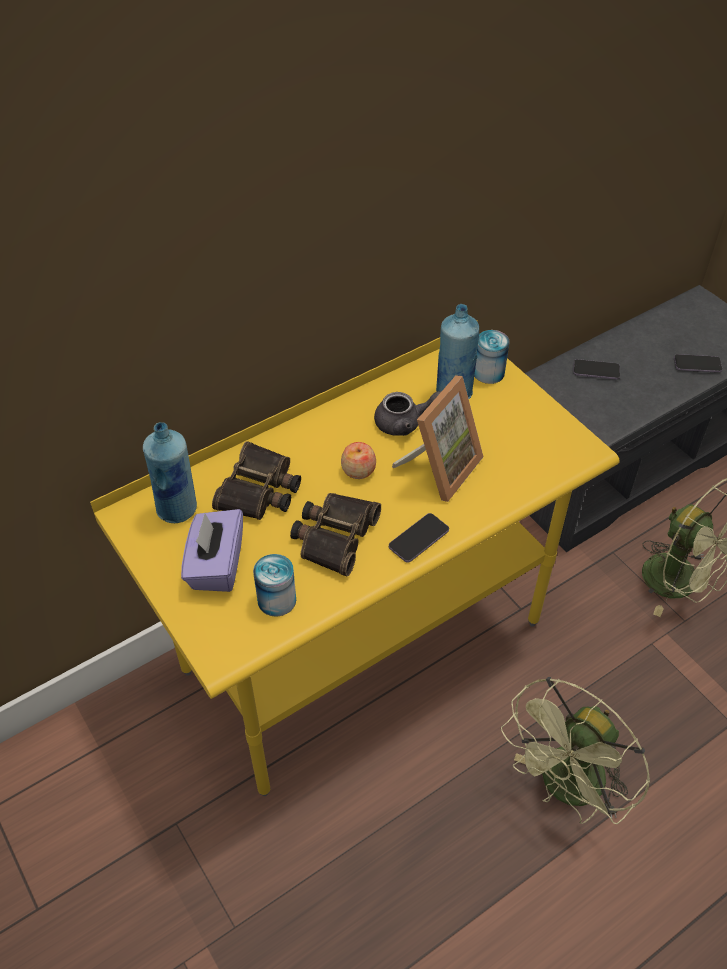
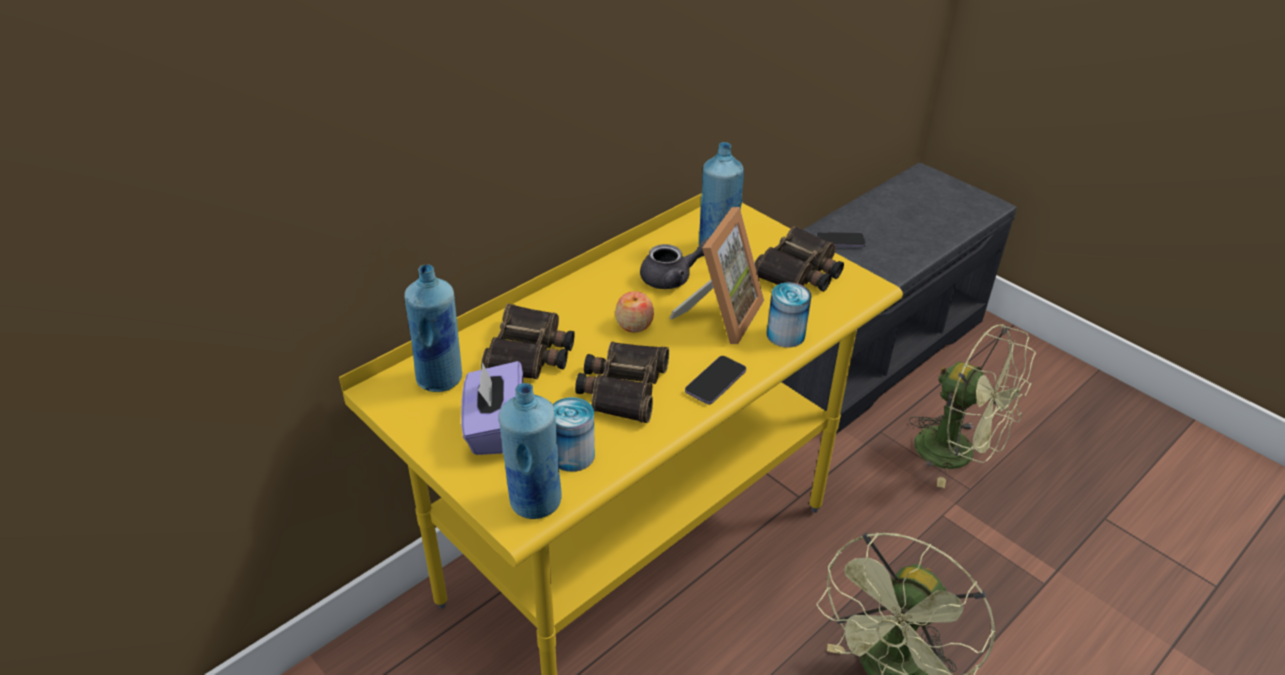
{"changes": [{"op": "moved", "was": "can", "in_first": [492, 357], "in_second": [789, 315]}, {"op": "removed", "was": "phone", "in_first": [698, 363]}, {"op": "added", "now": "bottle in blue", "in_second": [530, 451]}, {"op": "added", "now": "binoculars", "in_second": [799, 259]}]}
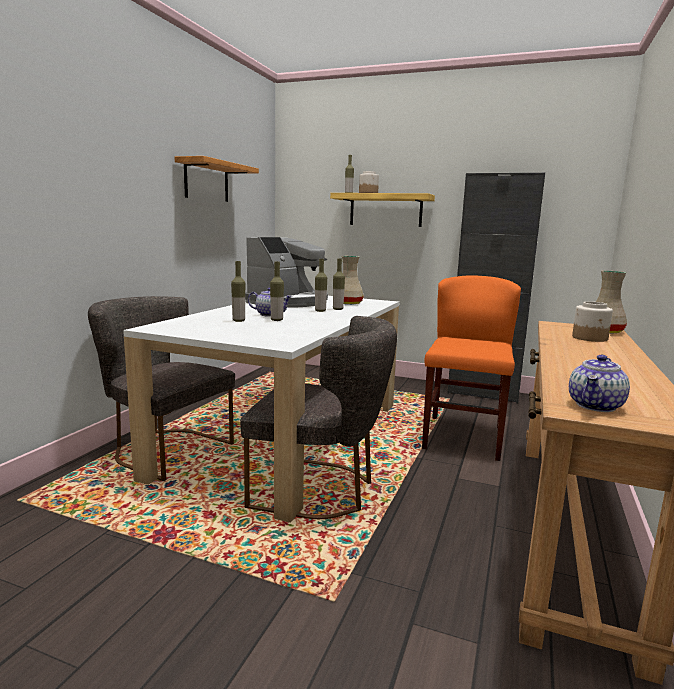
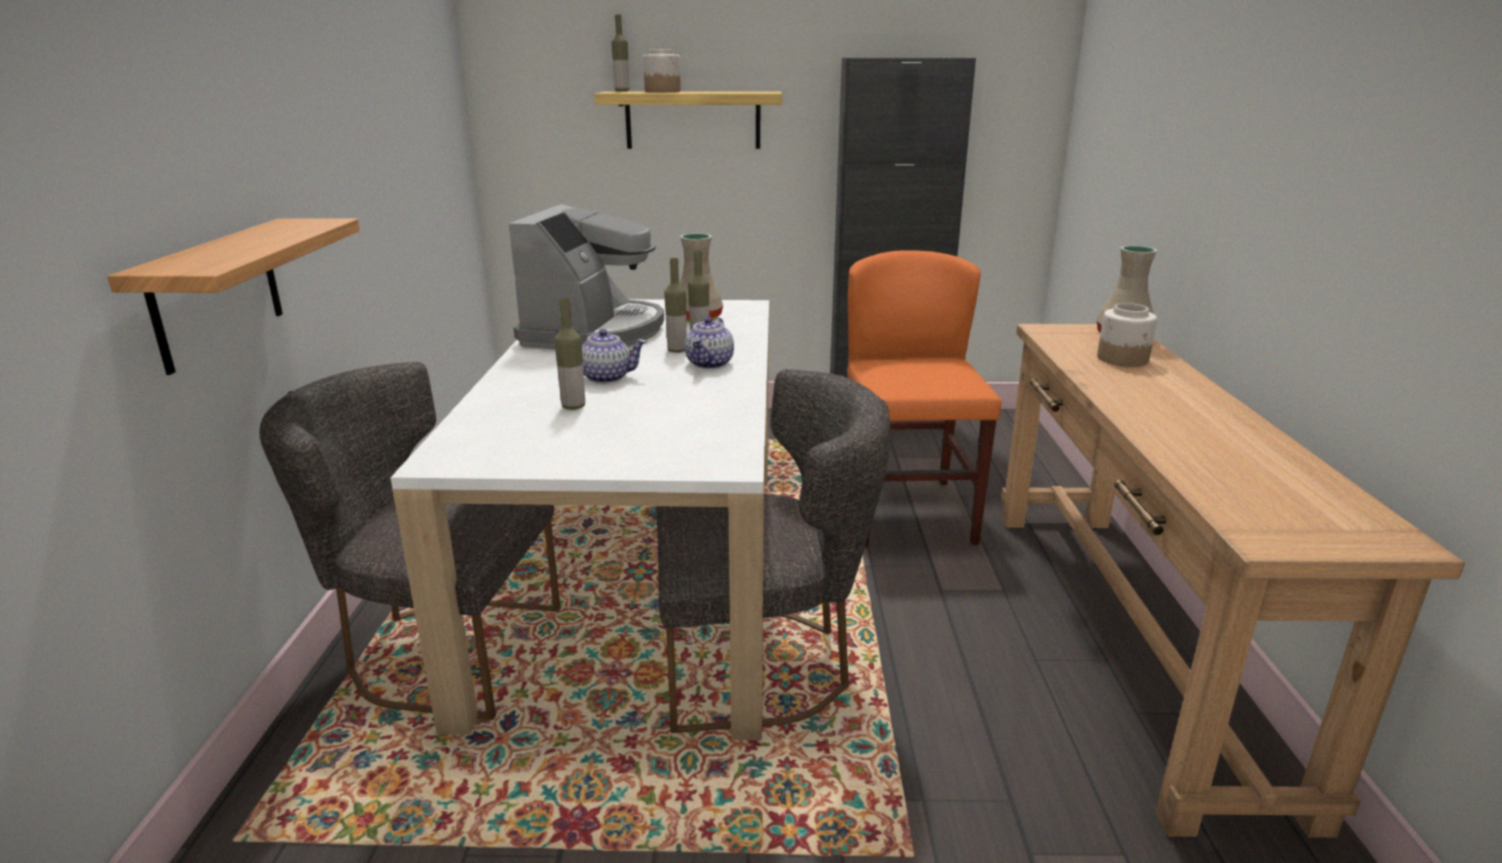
{"changes": [{"op": "moved", "was": "shelf", "in_first": [216, 179], "in_second": [233, 296]}, {"op": "removed", "was": "bottle", "in_first": [277, 291]}, {"op": "moved", "was": "teapot", "in_first": [599, 383], "in_second": [709, 343]}]}
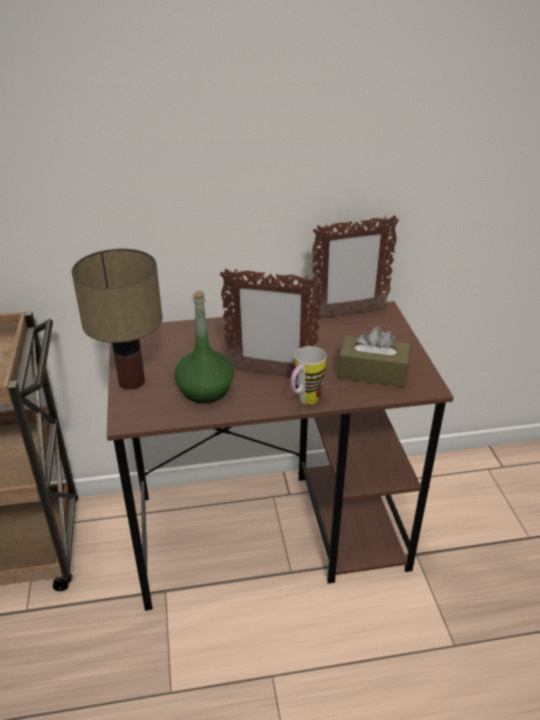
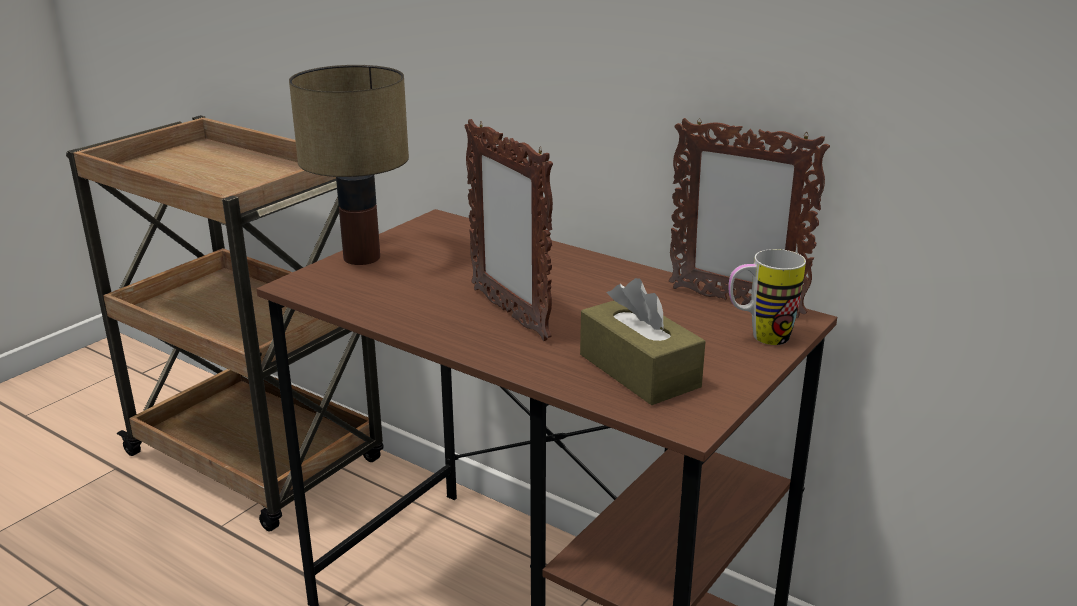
{"changes": [{"op": "removed", "was": "bottle in green", "in_first": [204, 347]}, {"op": "moved", "was": "mug", "in_first": [308, 375], "in_second": [767, 297]}]}
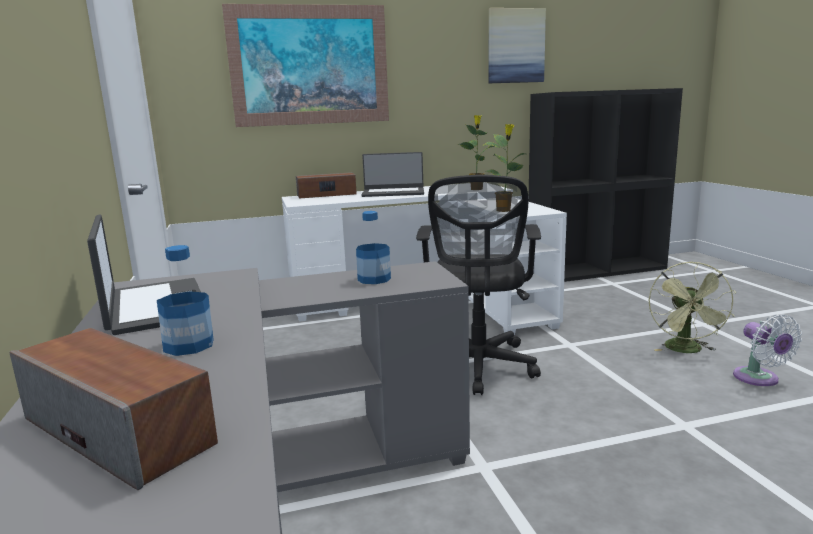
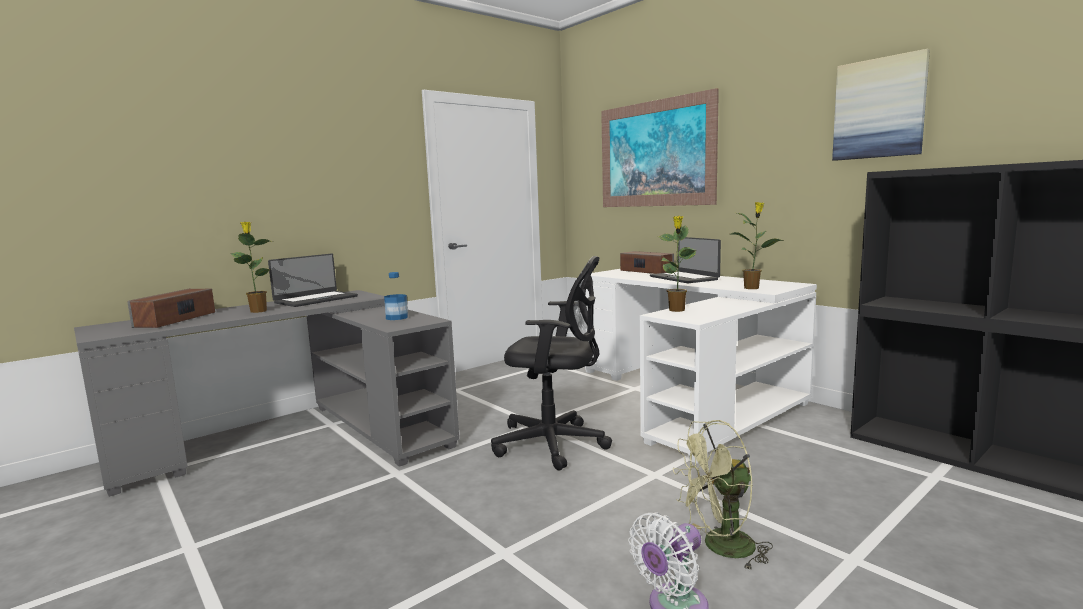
{"changes": [{"op": "replaced", "was": "bottle", "now": "potted plant", "in_first": [185, 300], "in_second": [252, 267]}, {"op": "turned", "was": "office chair in black", "in_first": [478, 285], "in_second": [551, 363], "clockwise": -150}]}
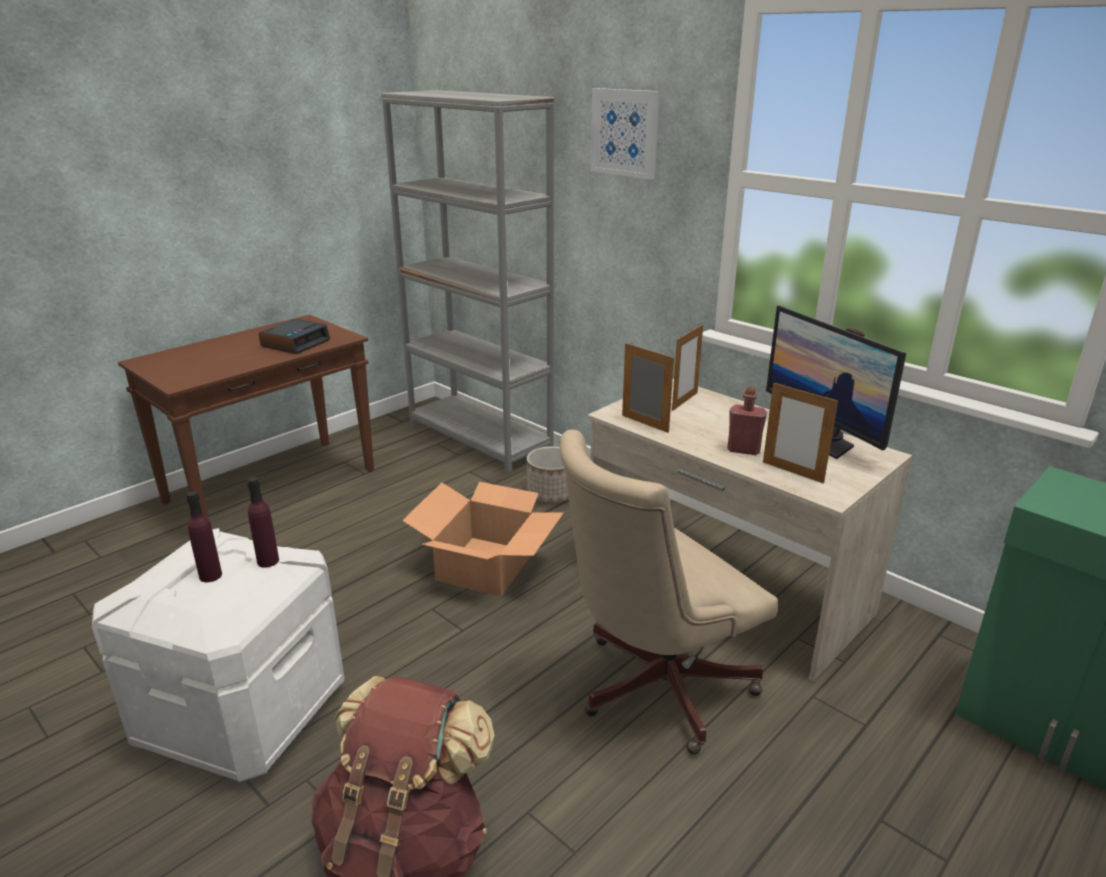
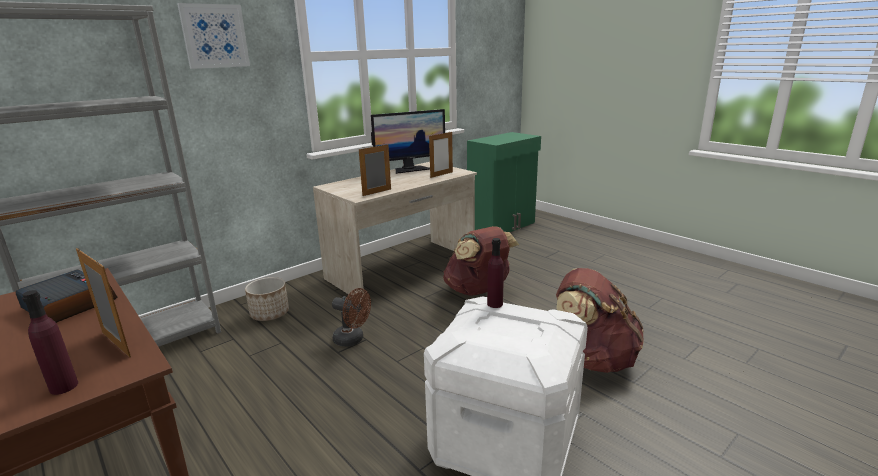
{"changes": [{"op": "moved", "was": "bottle in purple", "in_first": [204, 536], "in_second": [50, 342]}, {"op": "replaced", "was": "cardboard box", "now": "fan in brown", "in_first": [483, 539], "in_second": [351, 317]}, {"op": "replaced", "was": "office chair in beige", "now": "backpack in brown", "in_first": [668, 592], "in_second": [481, 261]}, {"op": "moved", "was": "picture frame", "in_first": [687, 367], "in_second": [103, 303]}, {"op": "removed", "was": "bottle in red", "in_first": [747, 421]}]}
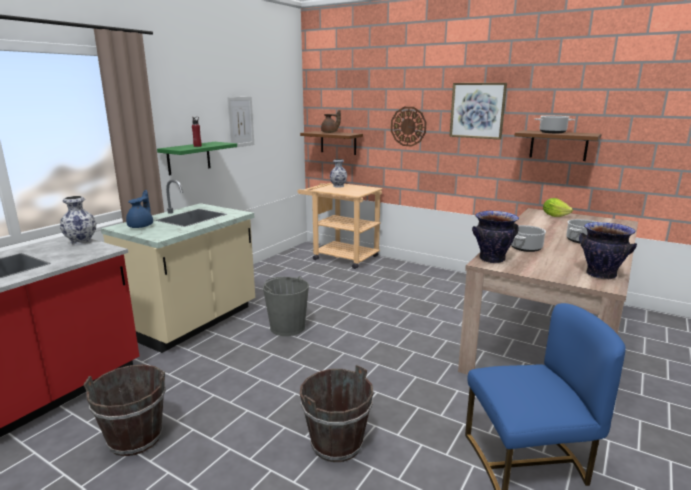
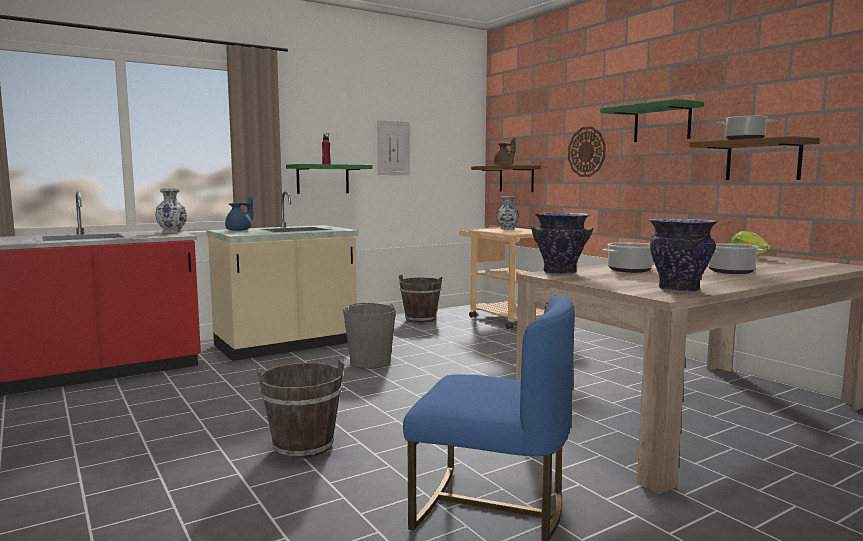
{"changes": [{"op": "moved", "was": "bucket in brown", "in_first": [124, 410], "in_second": [421, 298]}, {"op": "replaced", "was": "picture", "now": "shelf in green", "in_first": [478, 111], "in_second": [652, 120]}]}
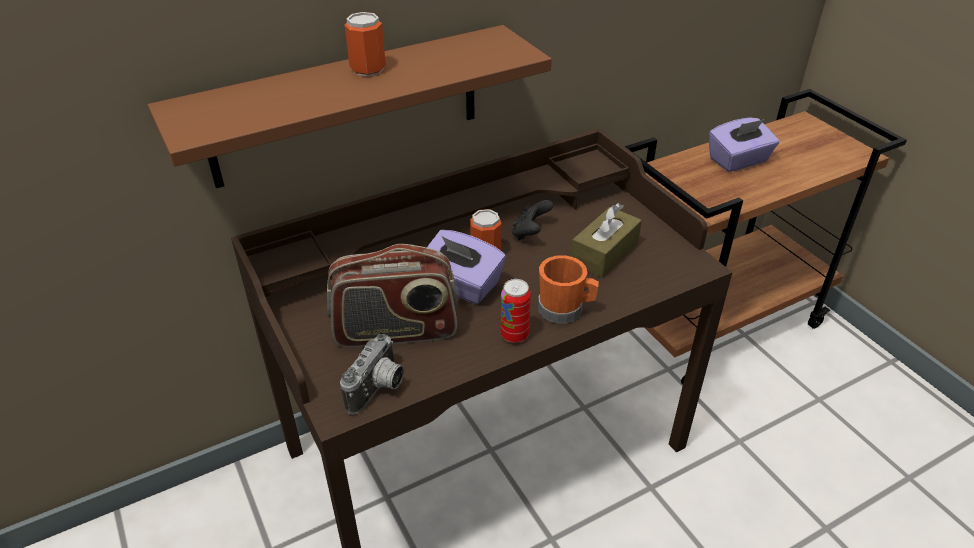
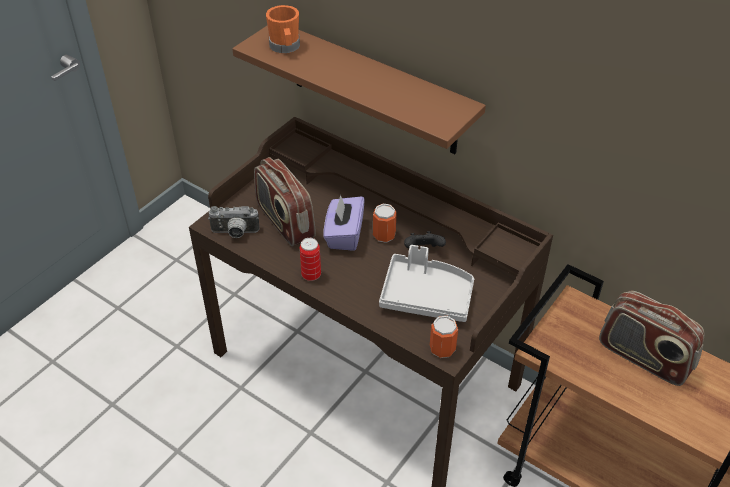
{"changes": [{"op": "moved", "was": "can", "in_first": [365, 44], "in_second": [444, 337]}, {"op": "moved", "was": "mug in orange", "in_first": [568, 289], "in_second": [283, 29]}, {"op": "replaced", "was": "tissue box in brown", "now": "tray in grey", "in_first": [606, 240], "in_second": [426, 283]}, {"op": "replaced", "was": "tissue box in purple", "now": "radio", "in_first": [744, 144], "in_second": [651, 338]}]}
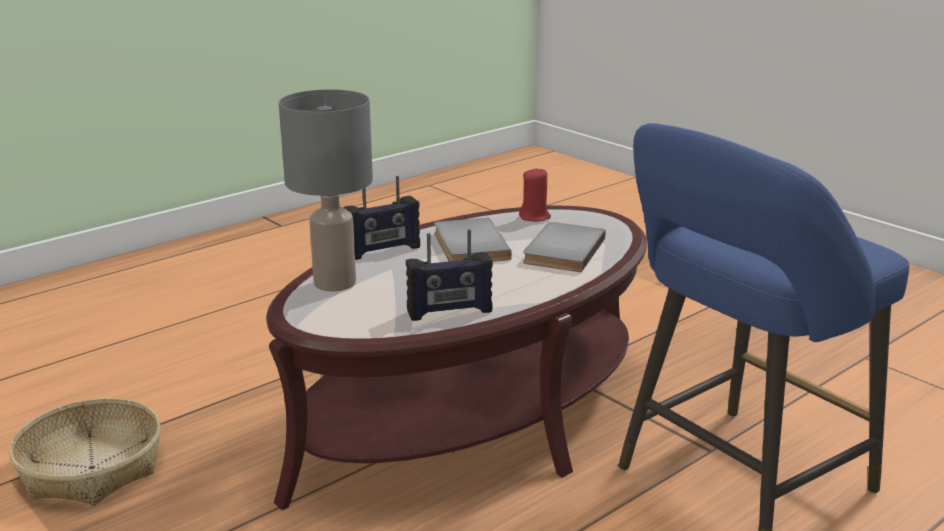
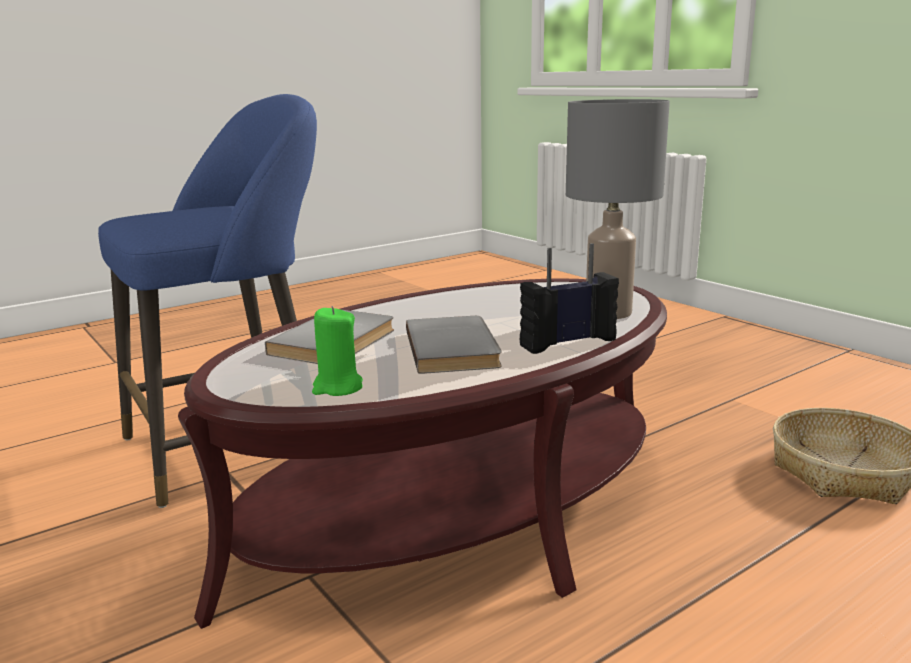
{"changes": [{"op": "removed", "was": "radio", "in_first": [449, 275]}, {"op": "recoloured", "was": "candle in red", "now": "candle in green", "in_first": [535, 195], "in_second": [337, 351]}]}
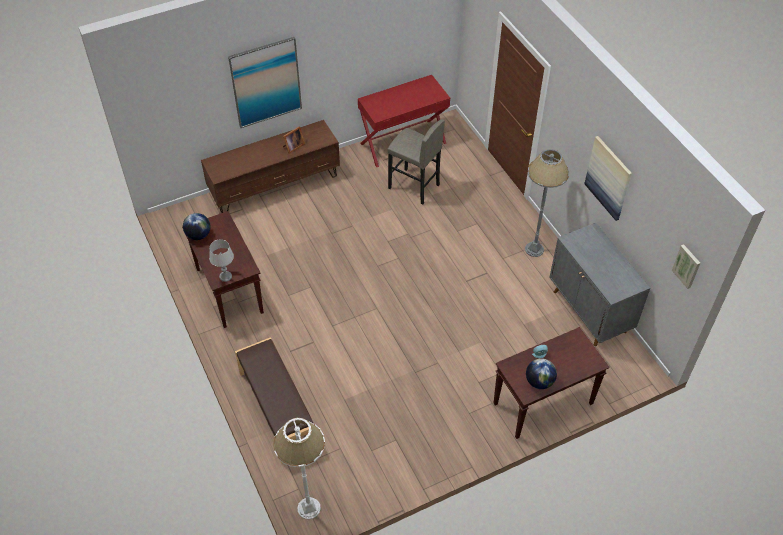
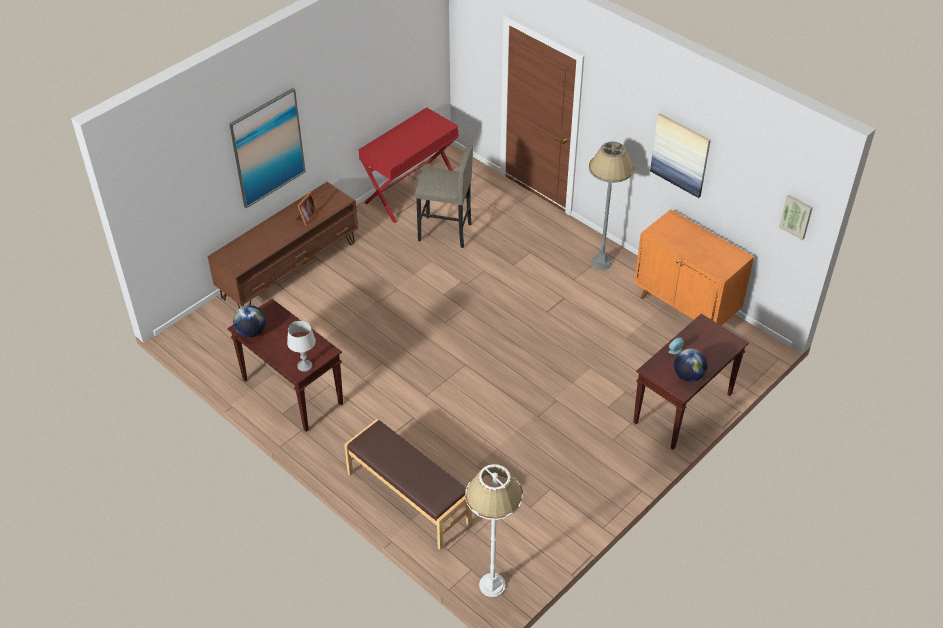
{"changes": [{"op": "recoloured", "was": "cabinet in grey", "now": "cabinet in orange", "in_first": [599, 284], "in_second": [694, 267]}]}
